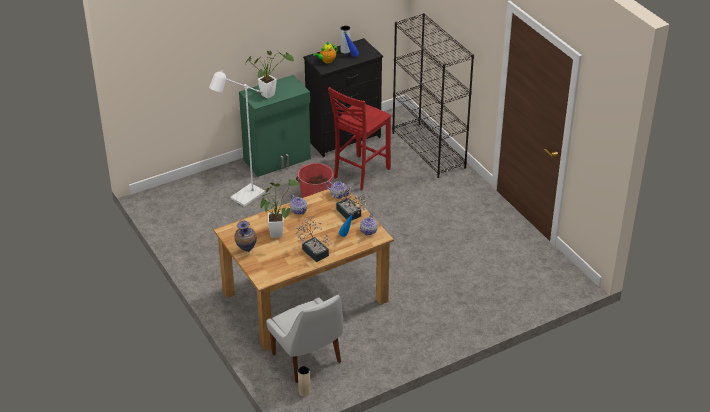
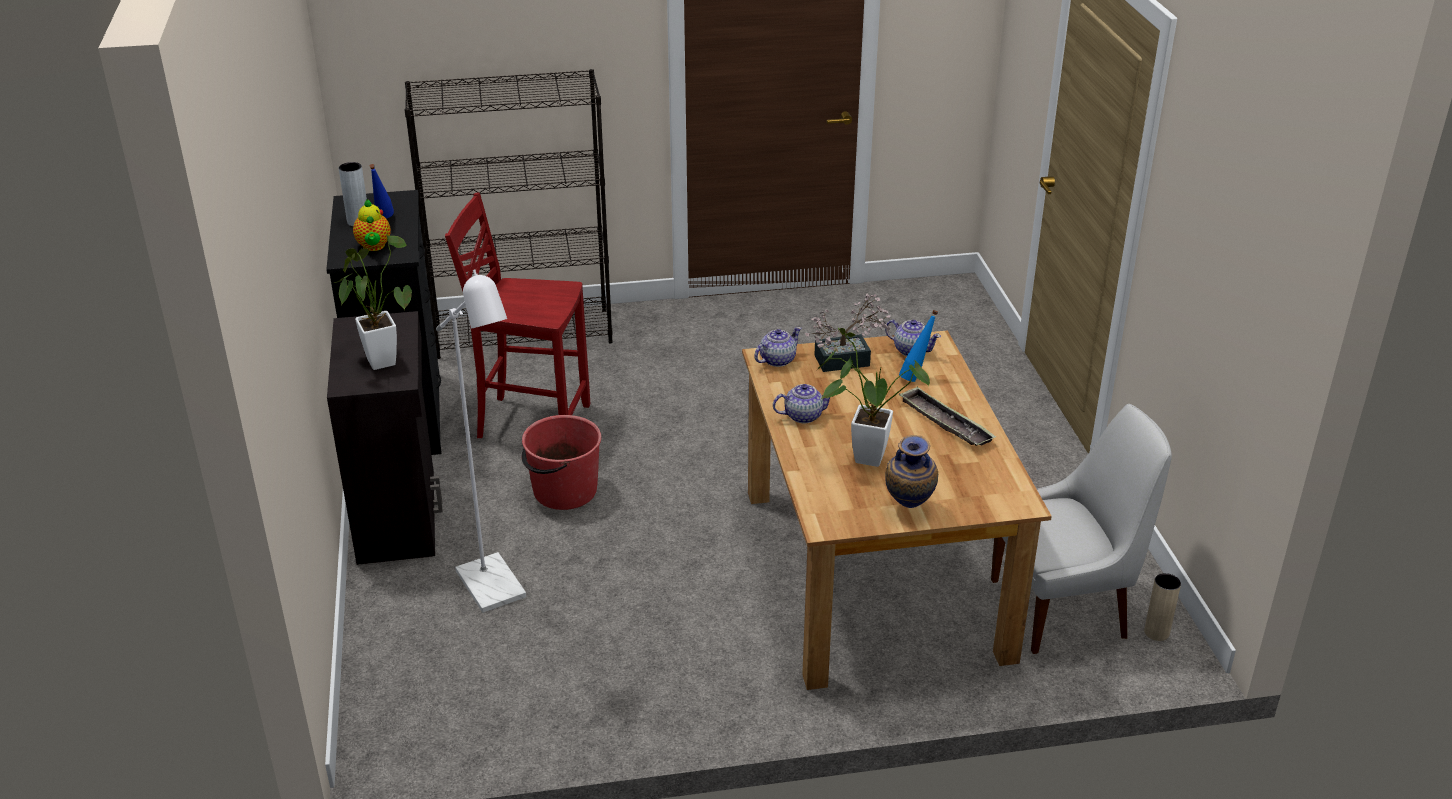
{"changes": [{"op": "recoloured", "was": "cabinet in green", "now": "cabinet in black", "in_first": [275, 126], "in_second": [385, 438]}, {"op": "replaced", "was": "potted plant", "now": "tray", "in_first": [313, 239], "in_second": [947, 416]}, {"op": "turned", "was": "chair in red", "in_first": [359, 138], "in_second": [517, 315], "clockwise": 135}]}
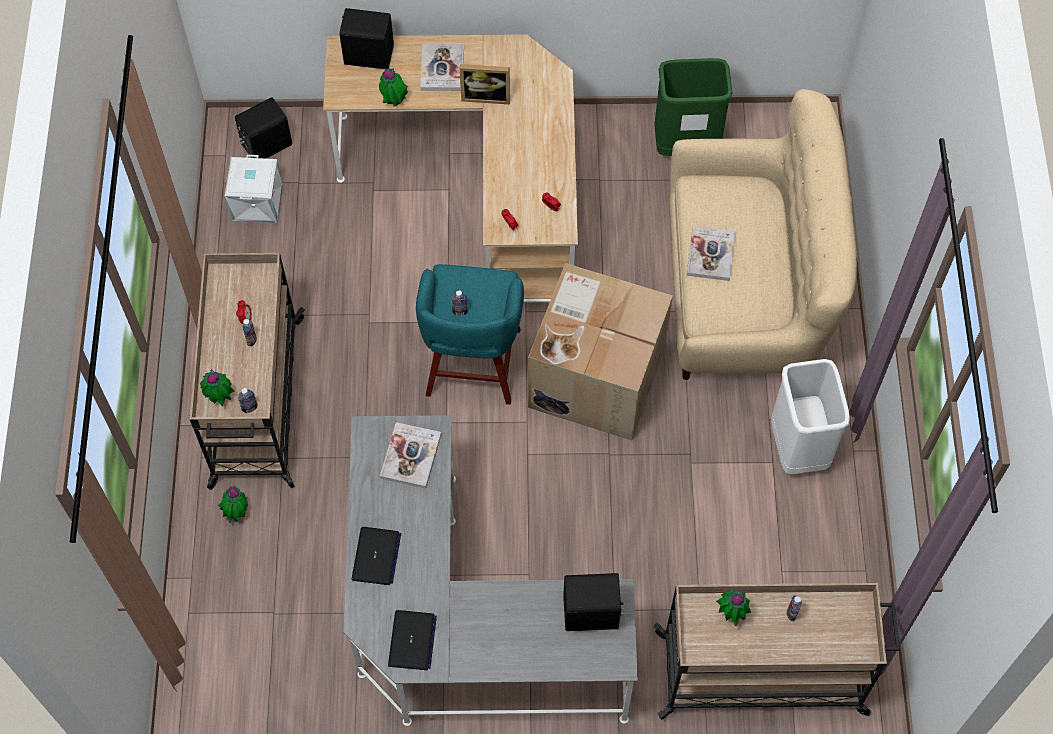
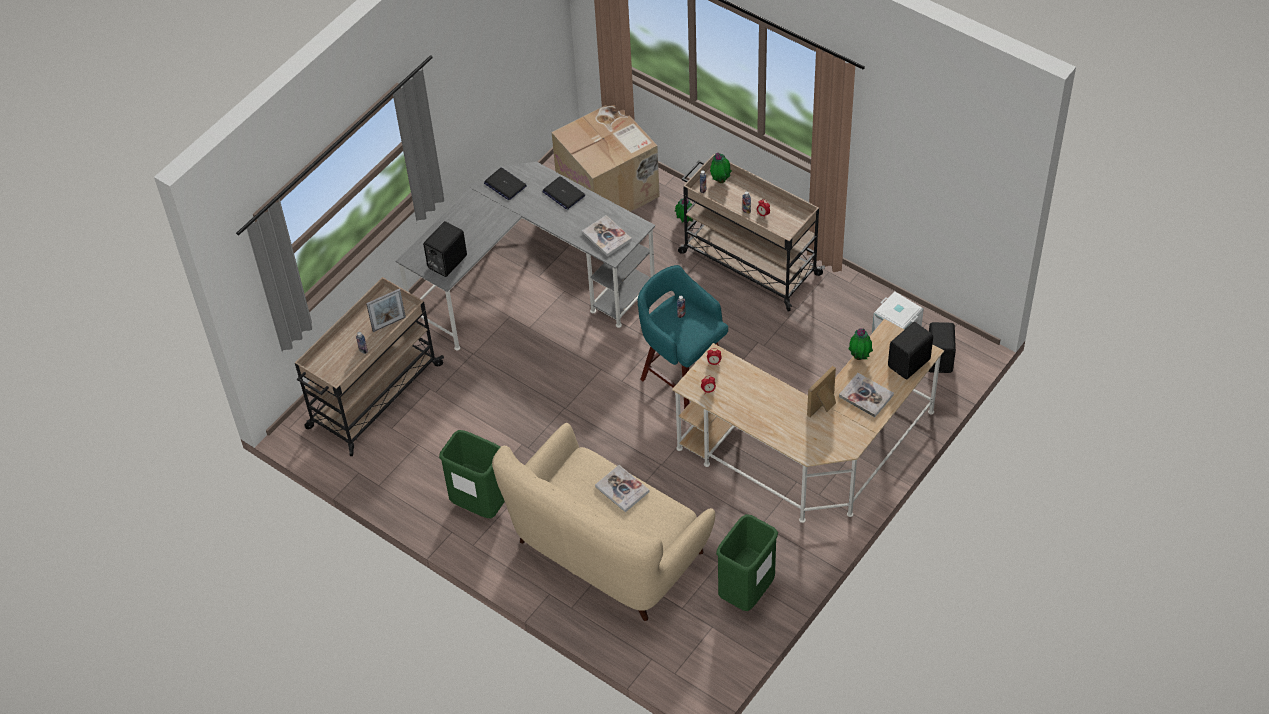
{"changes": [{"op": "moved", "was": "cardboard box", "in_first": [600, 351], "in_second": [606, 158]}, {"op": "replaced", "was": "potted plant", "now": "picture frame", "in_first": [733, 607], "in_second": [386, 310]}, {"op": "recoloured", "was": "trash can in white", "now": "trash can in green", "in_first": [810, 416], "in_second": [472, 474]}]}
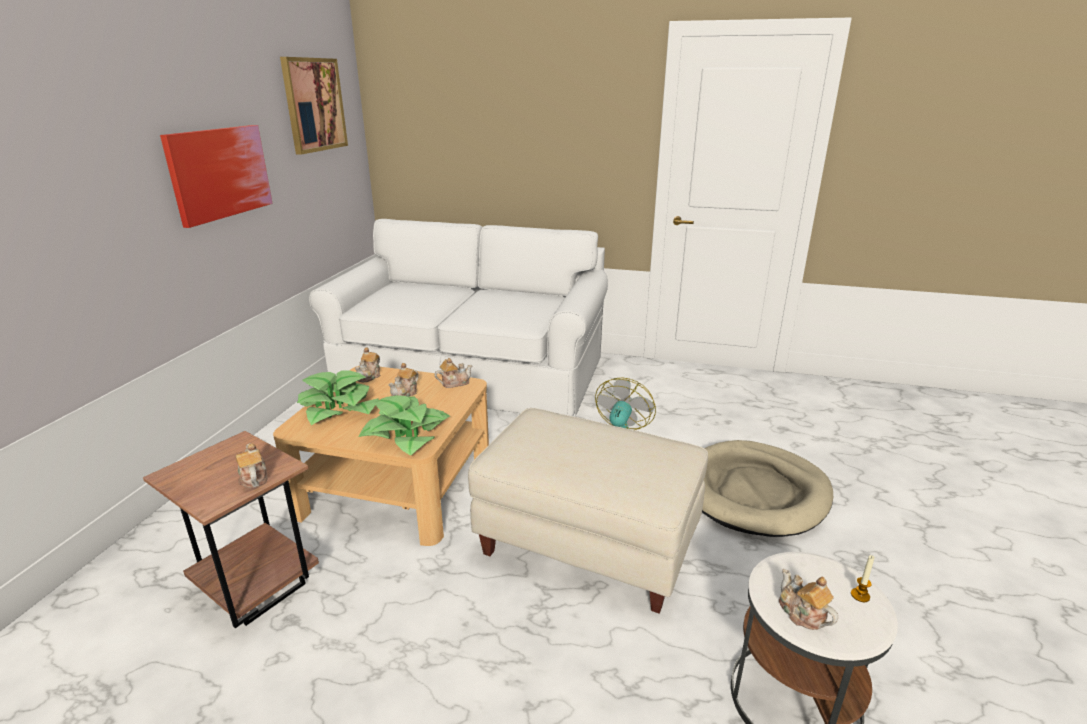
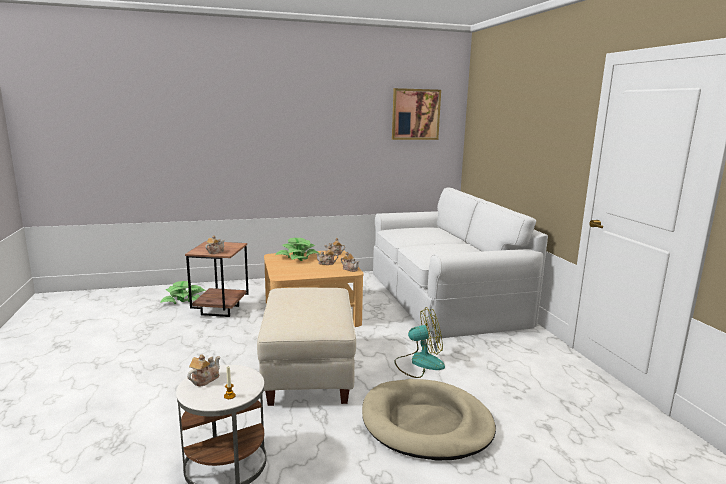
{"changes": [{"op": "removed", "was": "picture", "in_first": [216, 176]}, {"op": "moved", "was": "potted plant", "in_first": [404, 425], "in_second": [183, 292]}]}
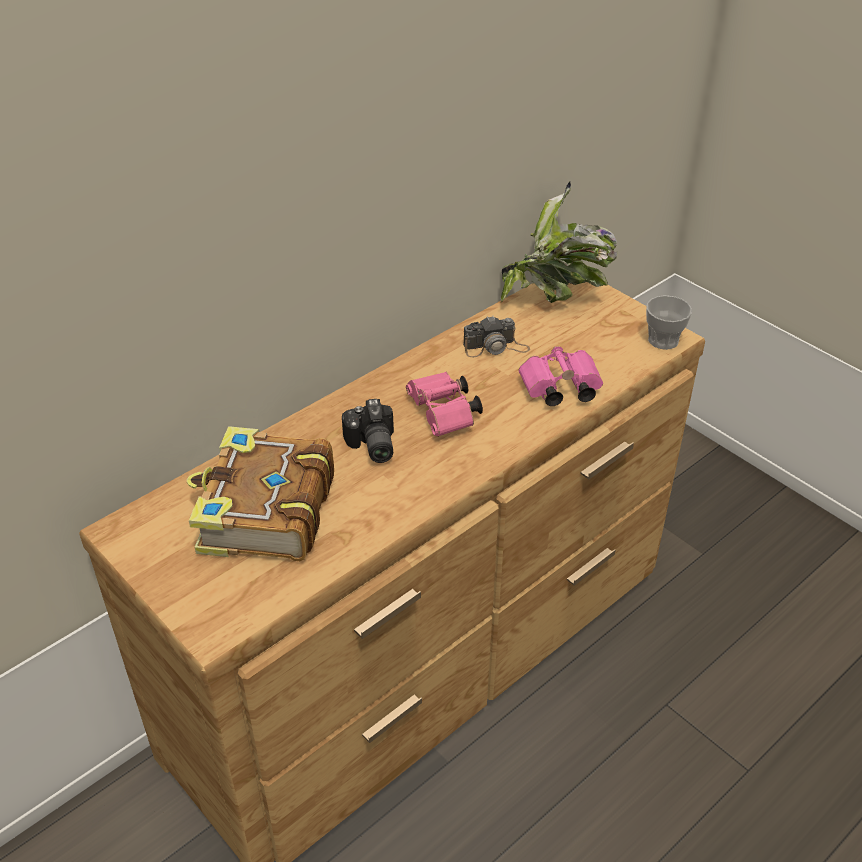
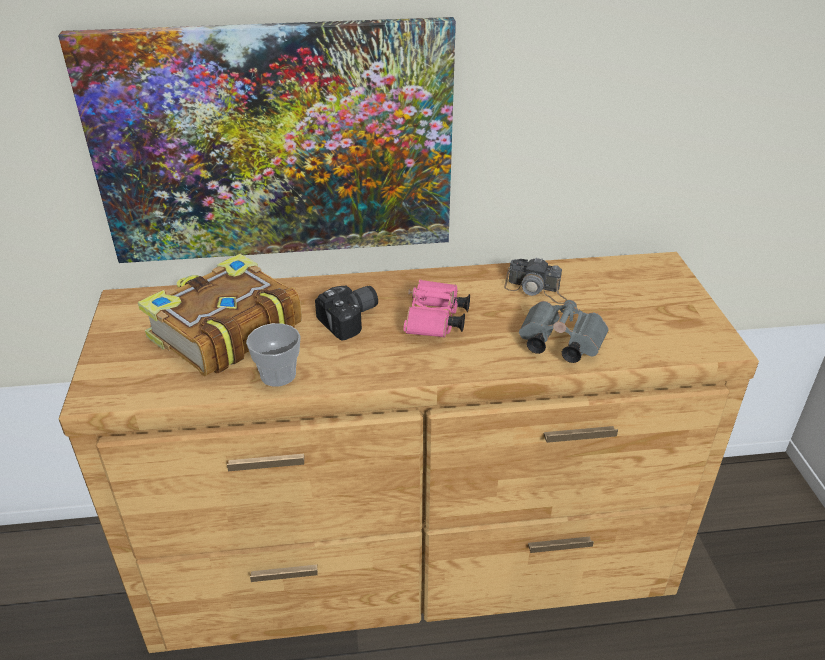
{"changes": [{"op": "turned", "was": "photo camera", "in_first": [368, 431], "in_second": [346, 313], "clockwise": -150}, {"op": "removed", "was": "potted plant", "in_first": [558, 242]}, {"op": "recoloured", "was": "binoculars in pink", "now": "binoculars in grey", "in_first": [560, 376], "in_second": [563, 331]}, {"op": "moved", "was": "cup", "in_first": [669, 322], "in_second": [273, 355]}, {"op": "added", "now": "picture", "in_second": [257, 140]}]}
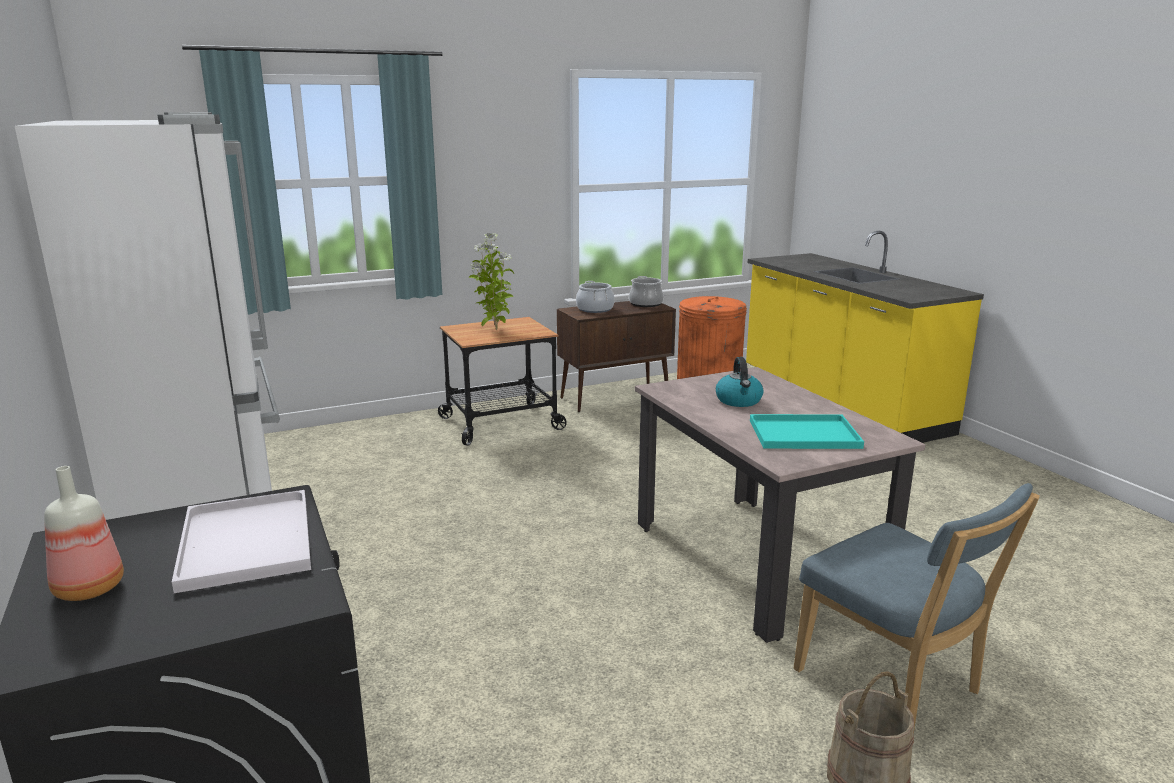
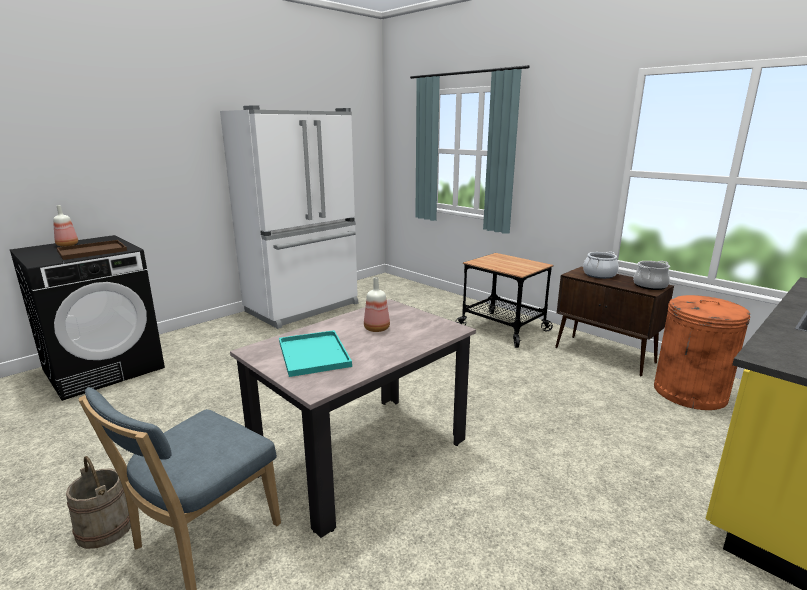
{"changes": [{"op": "recoloured", "was": "tray in white", "now": "tray in brown", "in_first": [241, 541], "in_second": [92, 250]}, {"op": "removed", "was": "potted plant", "in_first": [491, 281]}, {"op": "replaced", "was": "kettle", "now": "bottle", "in_first": [740, 382], "in_second": [377, 304]}]}
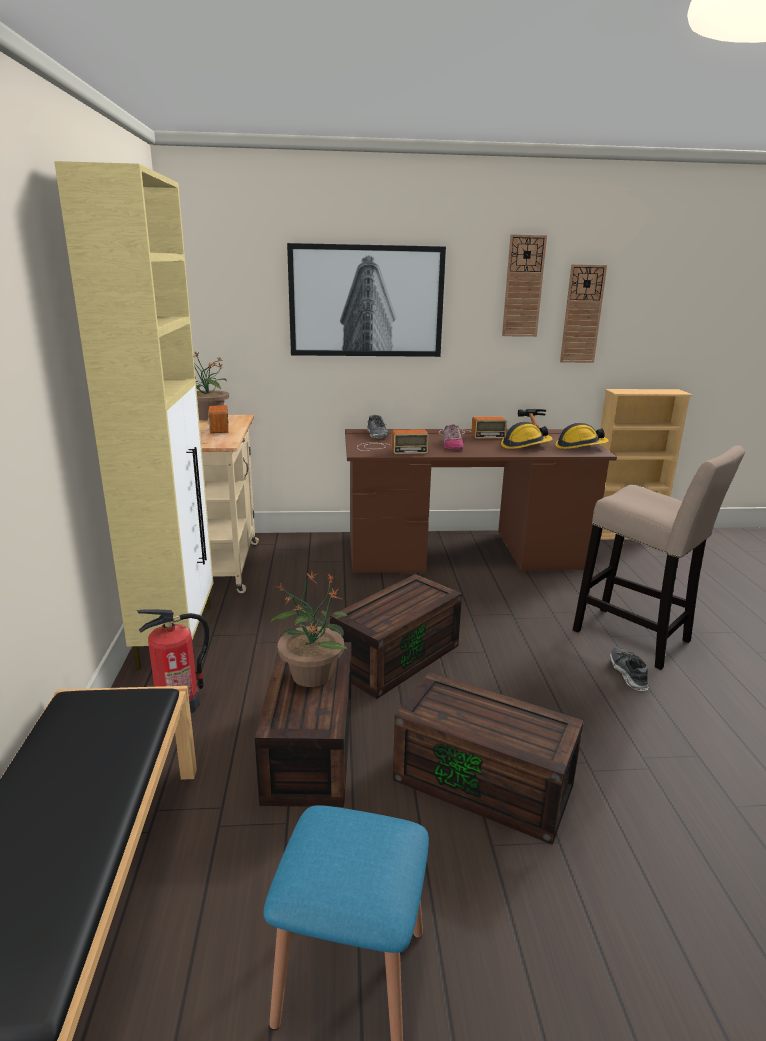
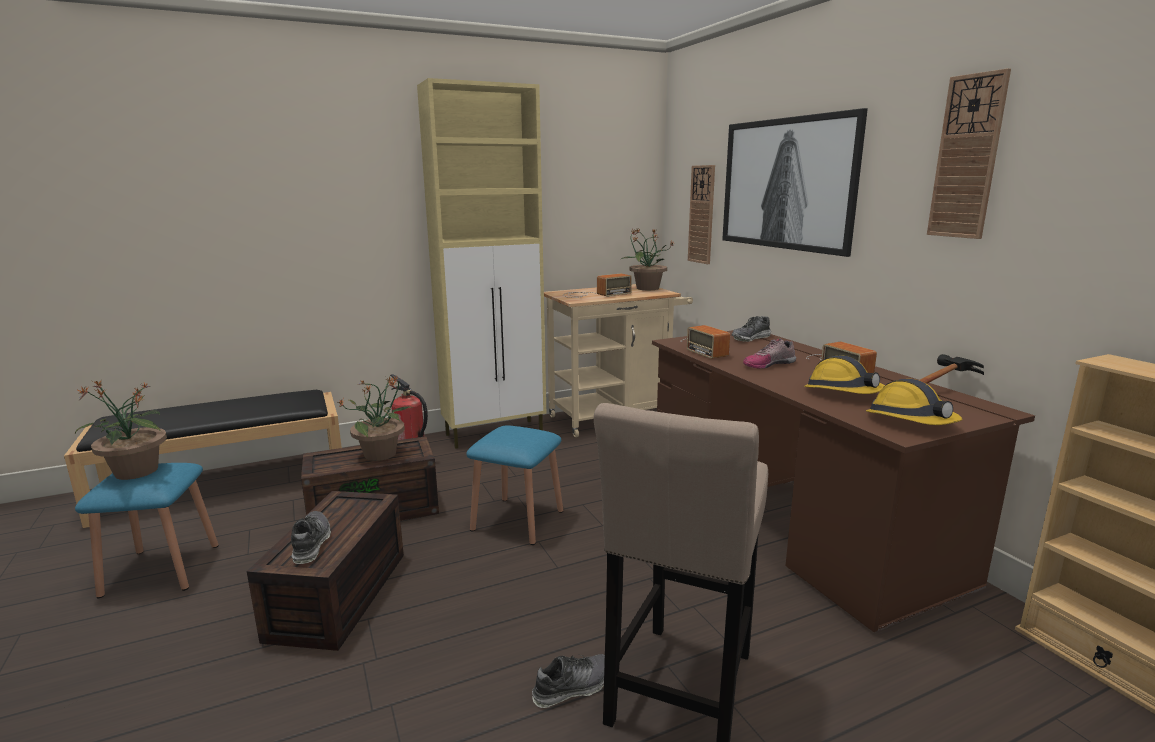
{"changes": [{"op": "replaced", "was": "storage box in brown", "now": "stool in blue", "in_first": [396, 636], "in_second": [514, 485]}, {"op": "moved", "was": "wall clock", "in_first": [583, 313], "in_second": [701, 214]}, {"op": "added", "now": "potted plant", "in_second": [121, 430]}, {"op": "added", "now": "shoe", "in_second": [311, 537]}]}
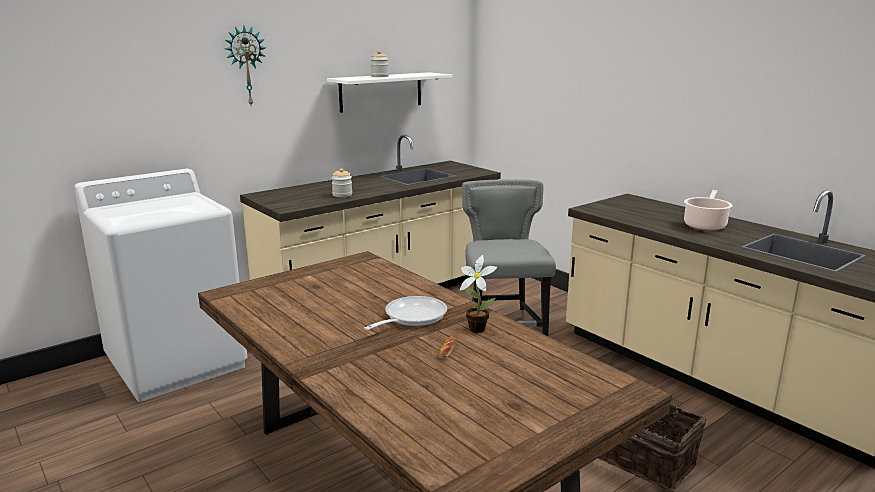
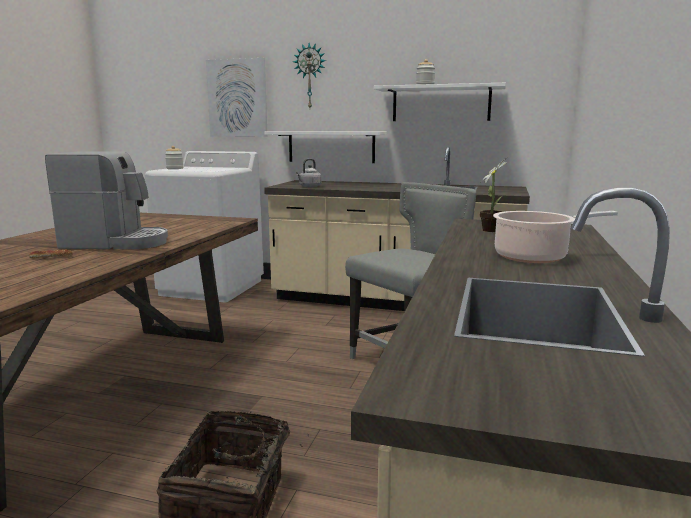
{"changes": [{"op": "moved", "was": "jar", "in_first": [342, 182], "in_second": [174, 157]}, {"op": "replaced", "was": "frying pan", "now": "coffee machine", "in_first": [405, 313], "in_second": [106, 200]}, {"op": "moved", "was": "potted plant", "in_first": [479, 294], "in_second": [493, 194]}, {"op": "added", "now": "picture", "in_second": [237, 97]}, {"op": "added", "now": "shelf in white", "in_second": [326, 147]}, {"op": "added", "now": "kettle in grey", "in_second": [309, 173]}]}
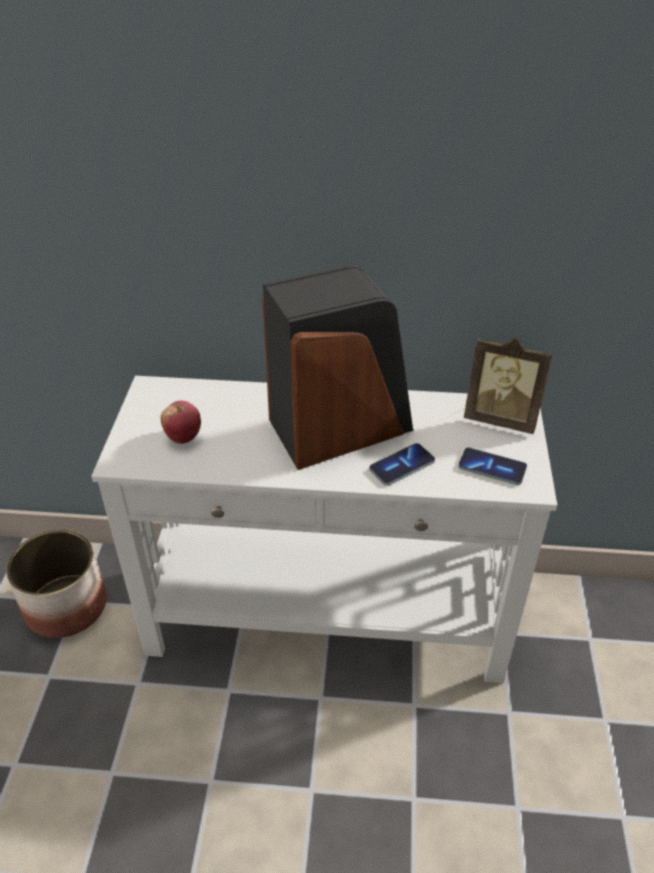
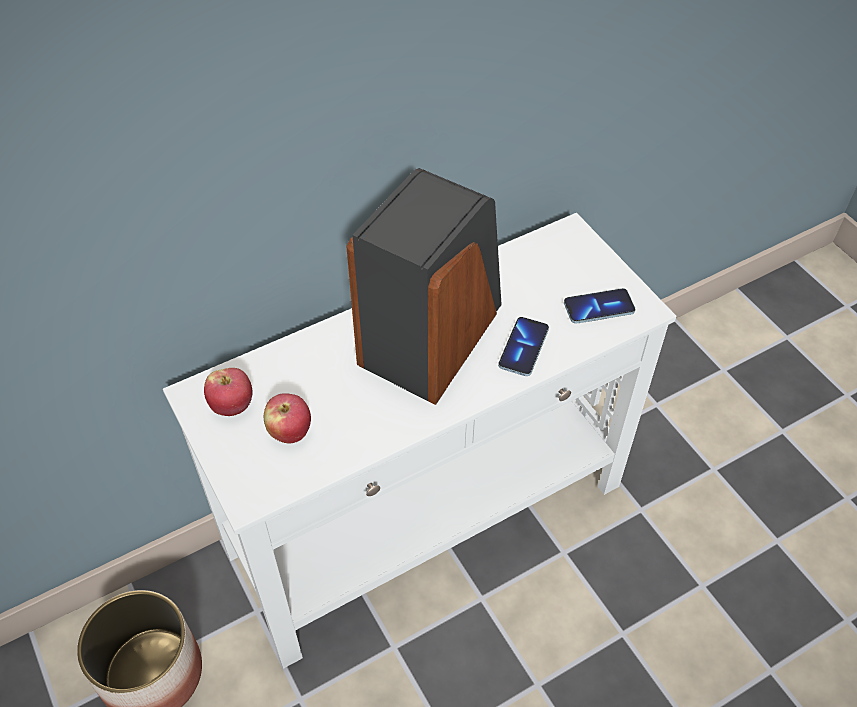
{"changes": [{"op": "removed", "was": "picture frame", "in_first": [508, 386]}, {"op": "added", "now": "apple", "in_second": [228, 392]}]}
